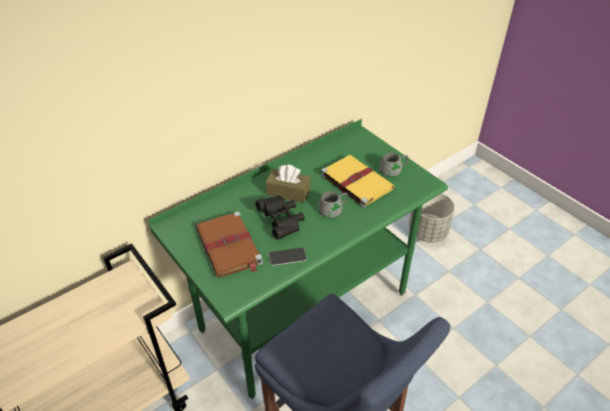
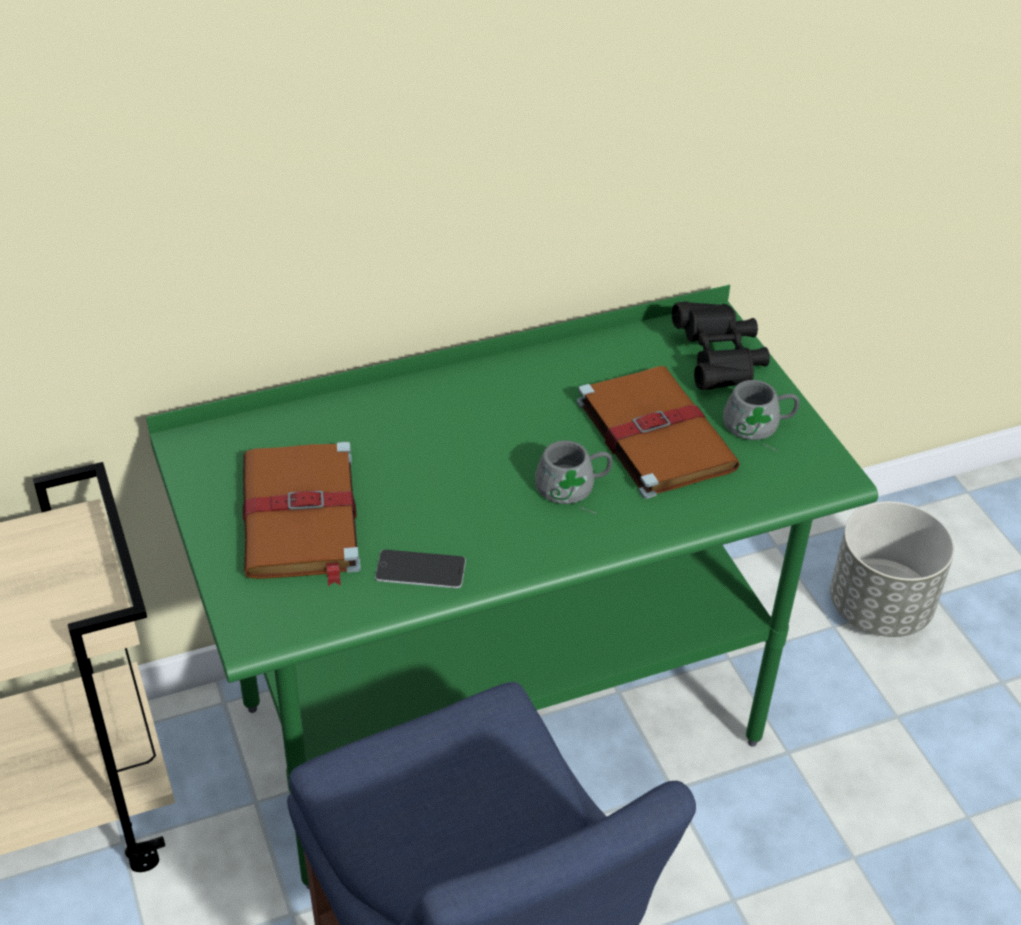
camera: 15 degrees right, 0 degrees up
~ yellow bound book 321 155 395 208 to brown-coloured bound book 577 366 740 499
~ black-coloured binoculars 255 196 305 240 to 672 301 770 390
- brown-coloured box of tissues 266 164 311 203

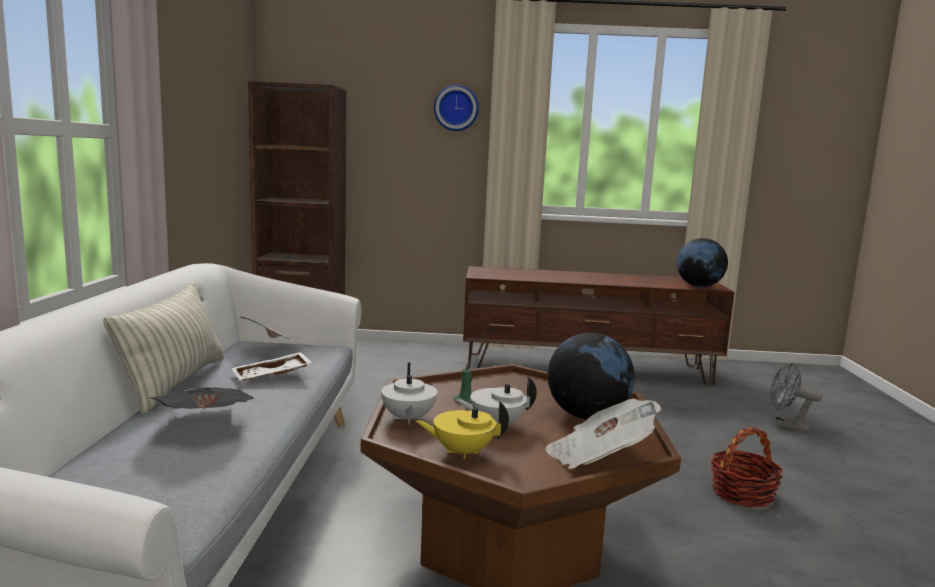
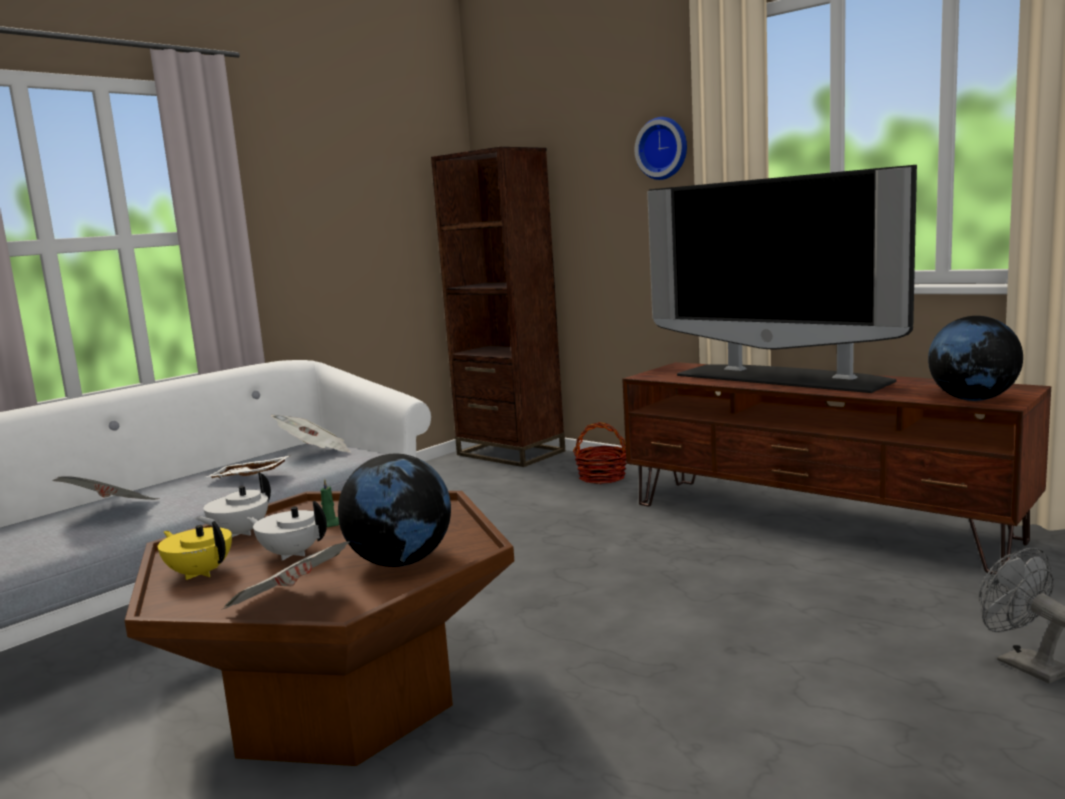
camera: 40 degrees right, 0 degrees up
~ basket 711 427 783 508 to 573 422 626 484
+ television 647 165 917 393
- throw pillow 104 282 224 416

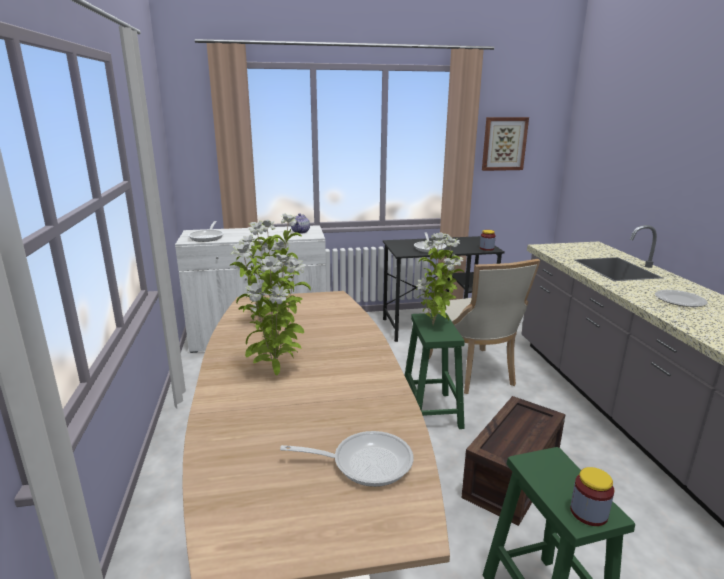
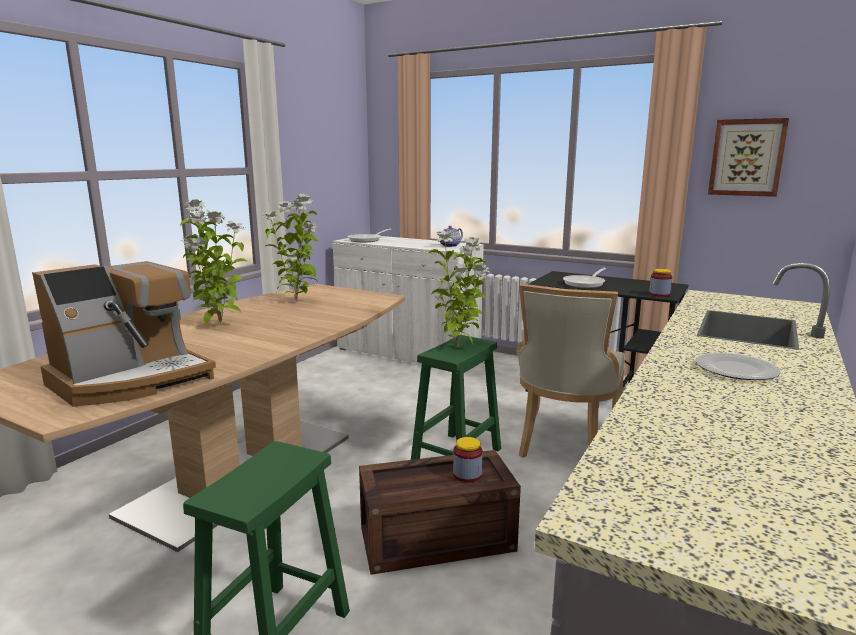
camera: 40 degrees right, 5 degrees down
~ skillet 280 431 413 487 to coffee brewer 32 261 216 407
~ jar 570 467 614 526 to 453 437 482 483

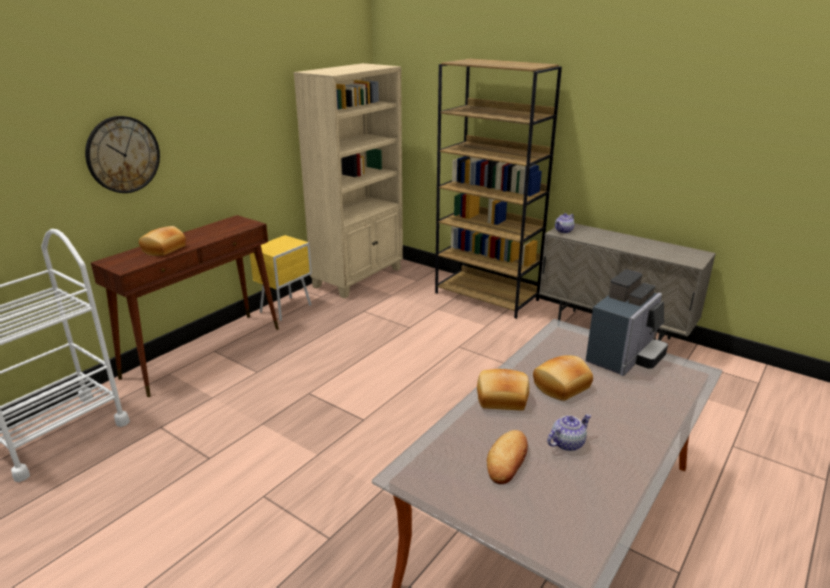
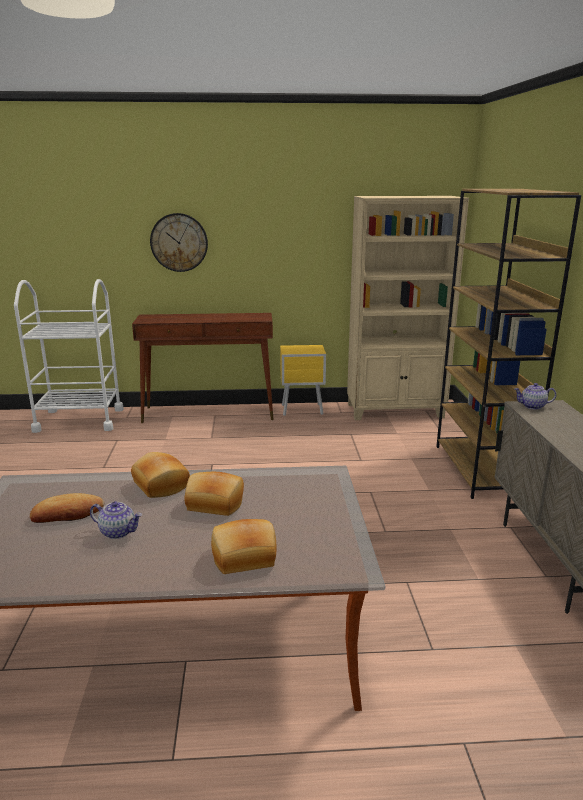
camera: 50 degrees right, 5 degrees down
~ bread 139 226 186 256 to 211 519 277 574
- coffee brewer 586 269 668 376

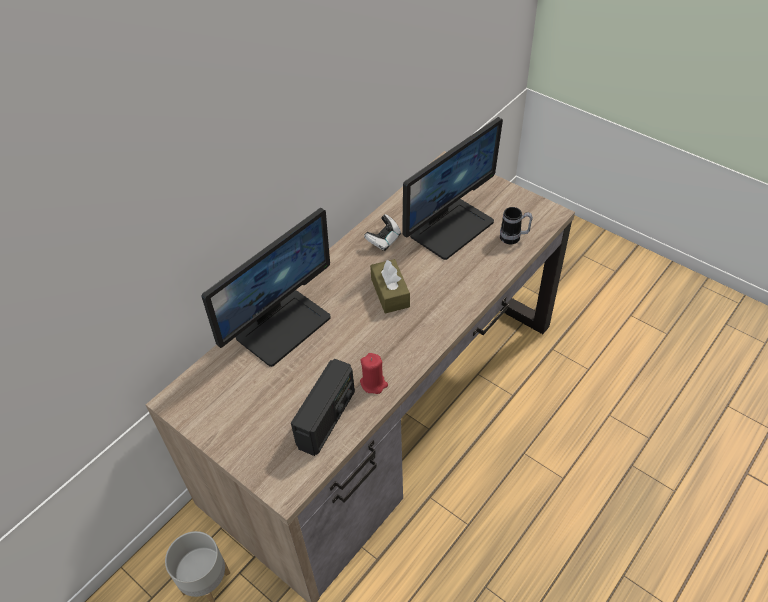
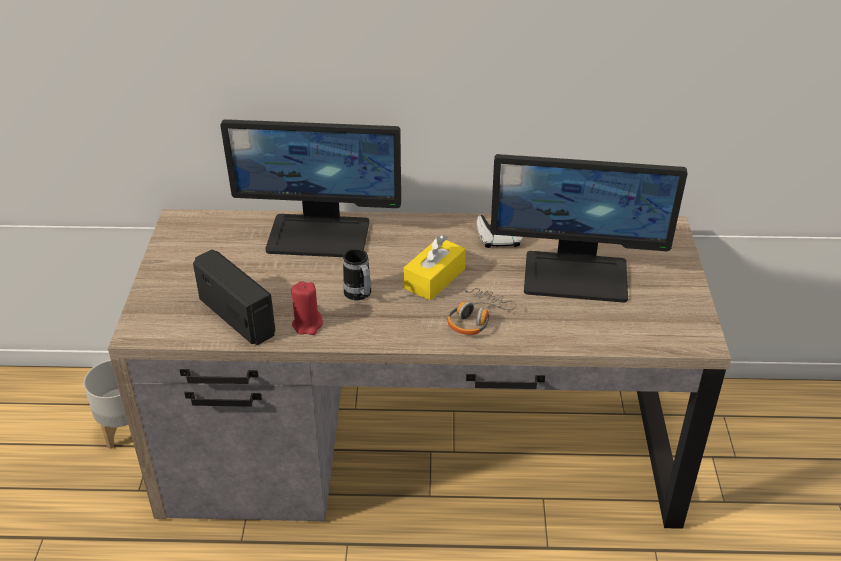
camera: 50 degrees right, 10 degrees down
~ radio receiver 291 359 355 456 = 193 249 275 345 120 degrees counterclockwise
~ mug 500 207 533 244 to 343 249 371 300
~ brown-coloured box of tissues 370 259 410 313 to yellow box of tissues 403 235 466 301
+ headset 447 288 516 335

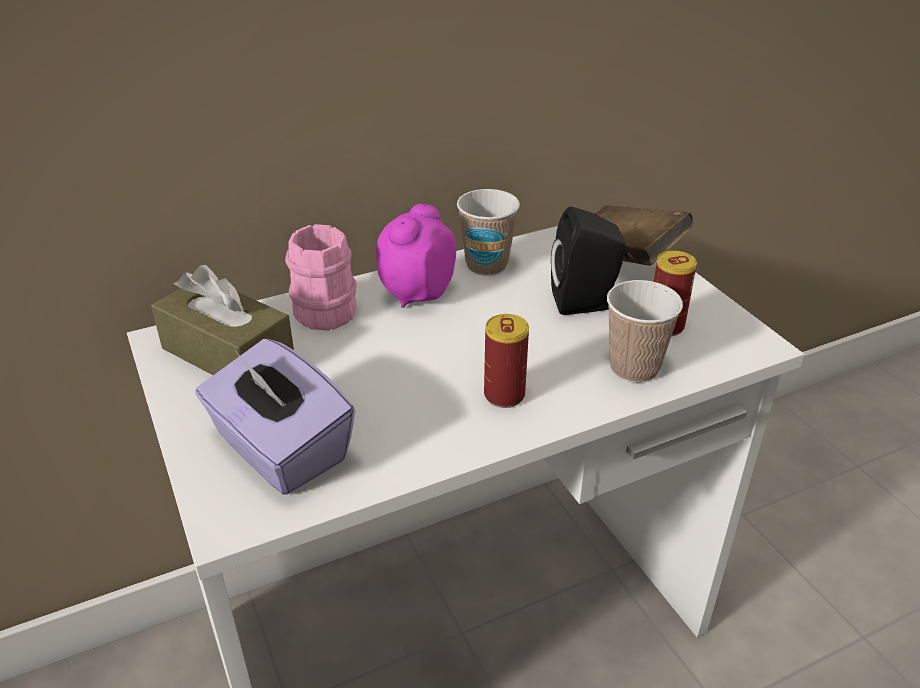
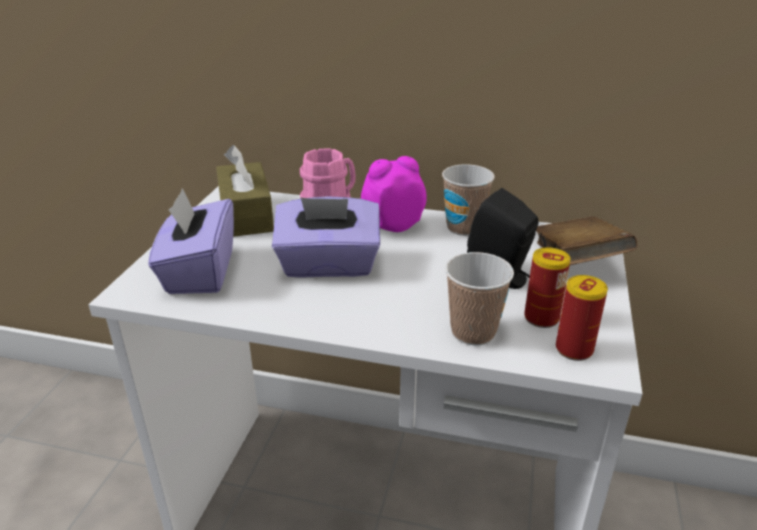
camera: 40 degrees right, 5 degrees down
+ purple-coloured box of tissues 272 196 380 278
~ sealed can 484 314 529 408 to 556 275 608 361

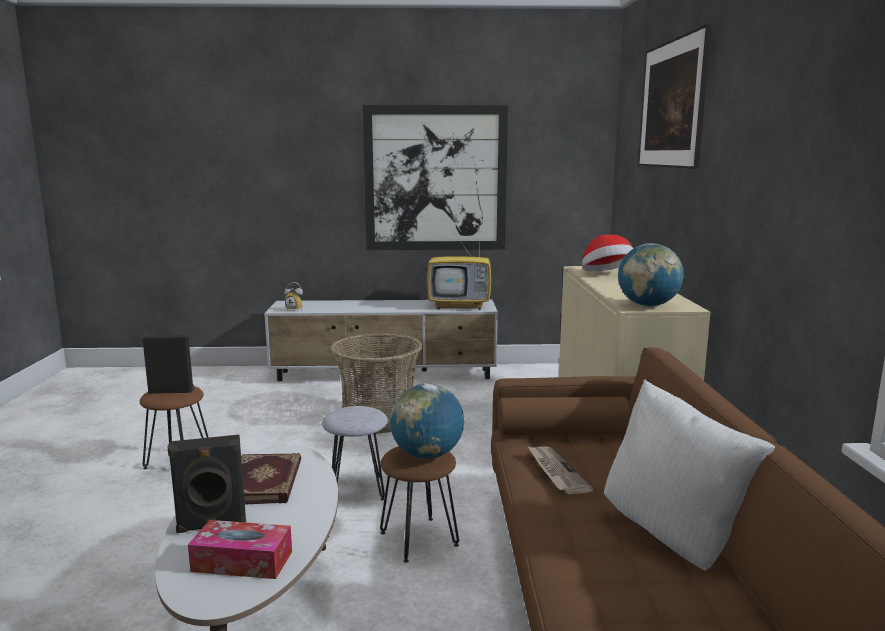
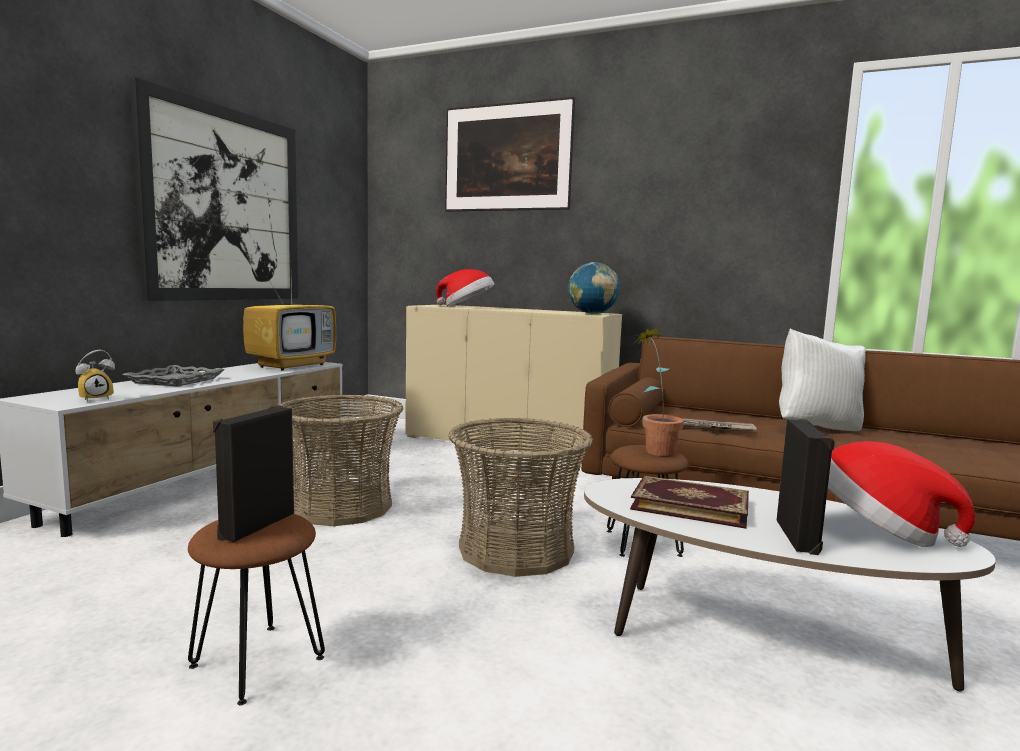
camera: 65 degrees left, 5 degrees down
+ grey tray 122 365 225 387
~ grey stool seat 322 406 388 501 to basket 448 417 593 577
~ desk globe 390 383 464 459 to houseplant 633 326 684 456
~ box of tissues 188 520 292 579 to hat 828 441 975 547

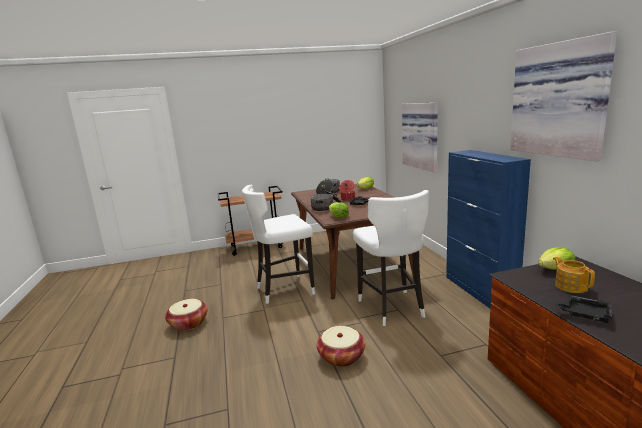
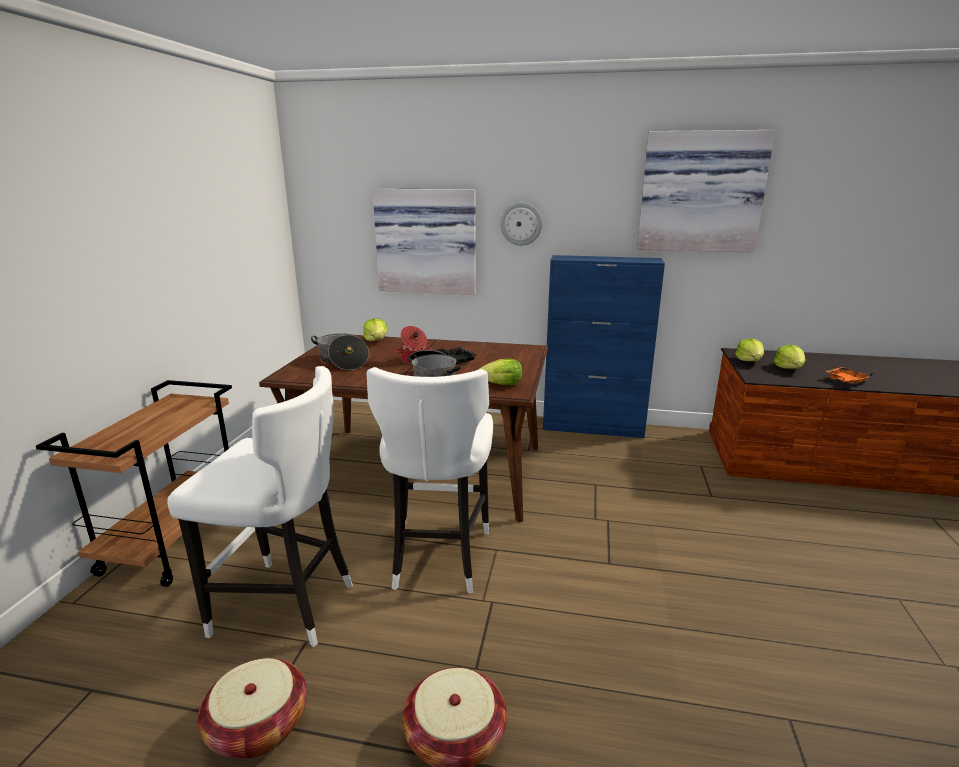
camera: 65 degrees left, 5 degrees up
~ whitish stool seat 353 190 429 326 to 168 366 352 647
~ basket 316 326 365 367 to 198 658 307 759
+ clock on the wall 500 202 542 246
~ tea pot 553 257 595 293 to lettuce 774 345 806 369
~ black-coloured tray 555 295 612 323 to orange-coloured tray 826 367 873 384

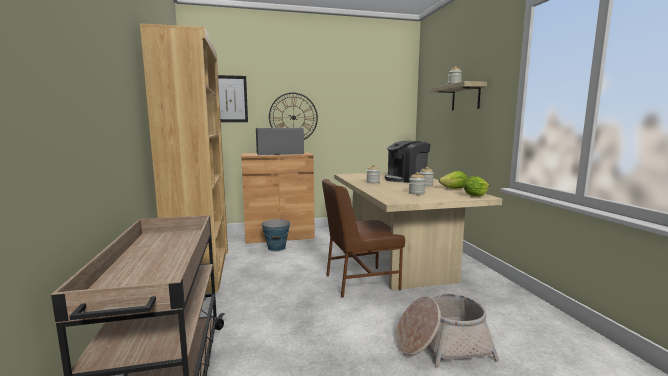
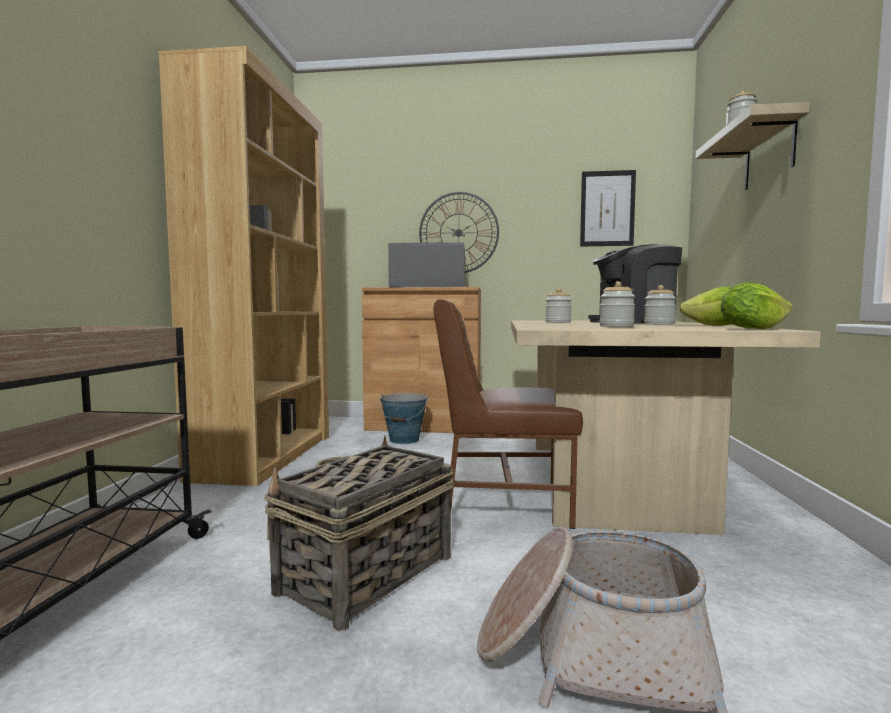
camera: 20 degrees right, 5 degrees down
+ basket 264 435 454 631
~ wall art 218 75 248 122 to 580 170 636 246

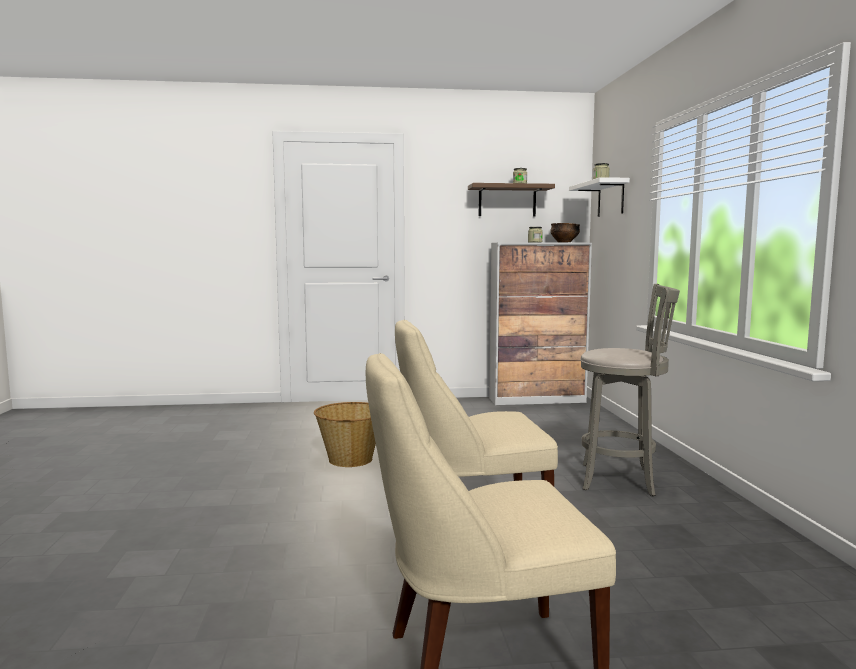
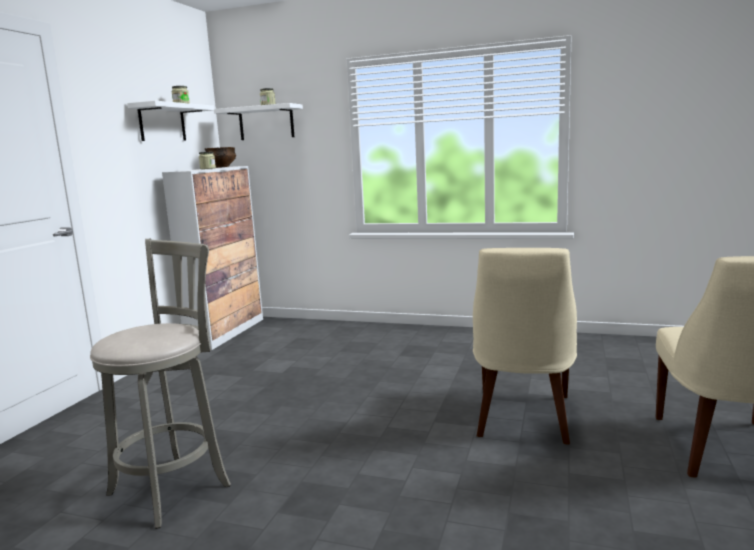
camera: 65 degrees left, 5 degrees up
~ grey stool seat 580 284 680 496 to 90 238 231 529
~ brown-coloured wall shelf 468 183 555 216 to whitish wall shelf 127 101 214 141
- basket 314 402 376 467

